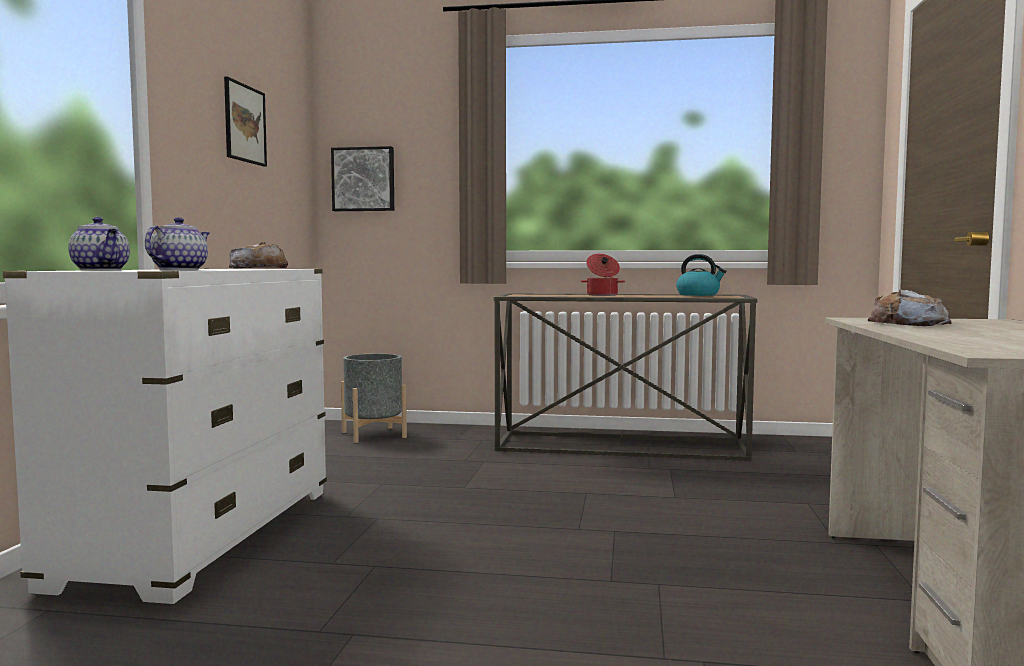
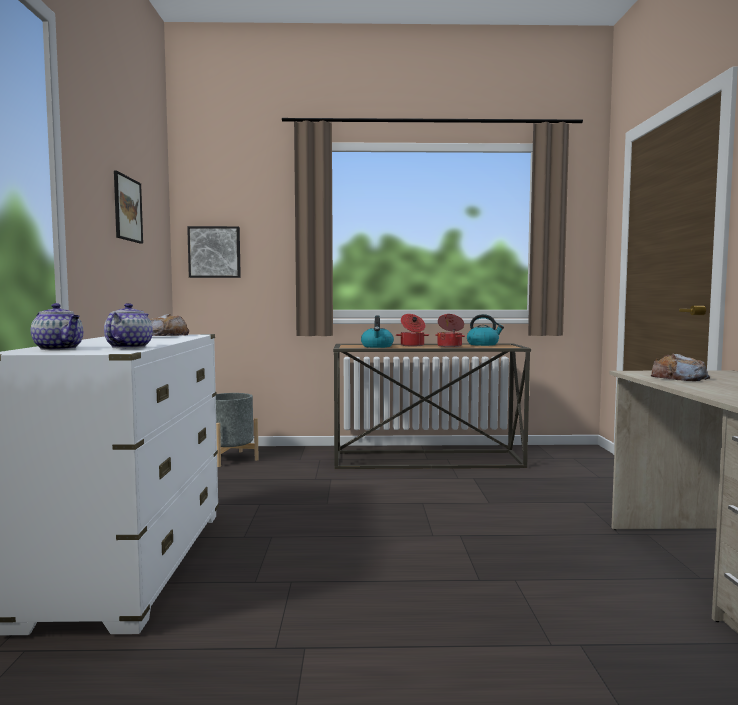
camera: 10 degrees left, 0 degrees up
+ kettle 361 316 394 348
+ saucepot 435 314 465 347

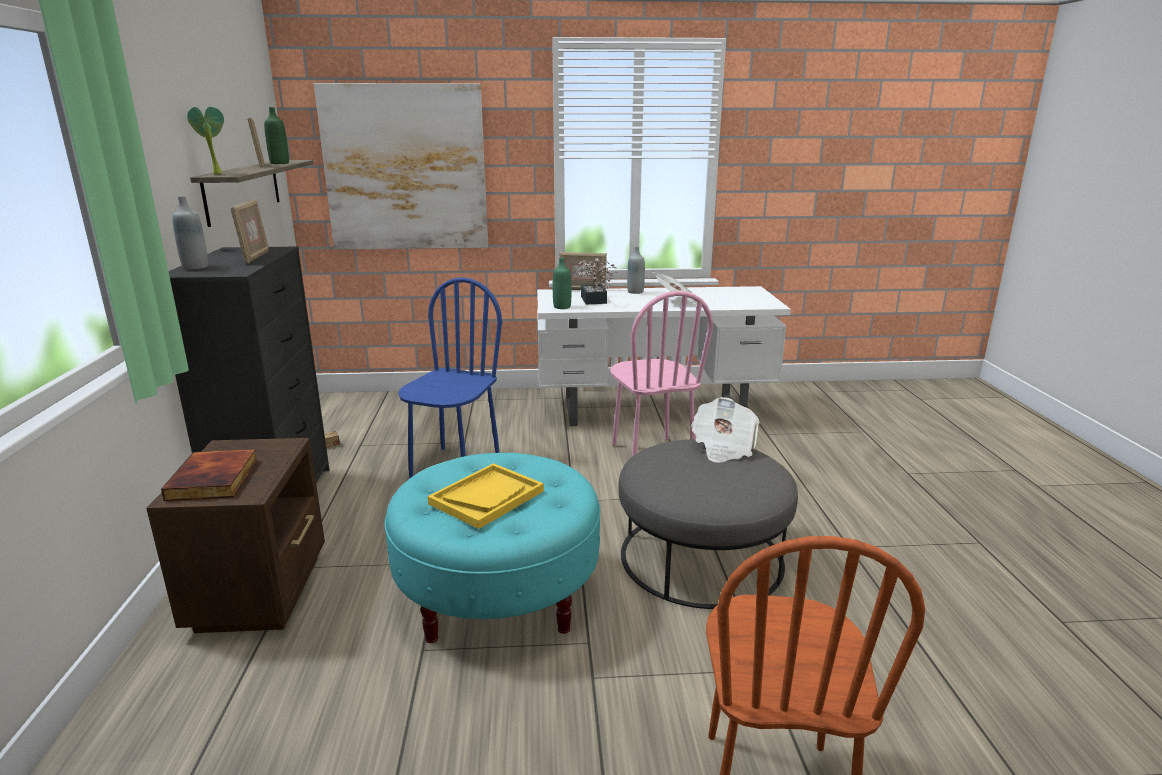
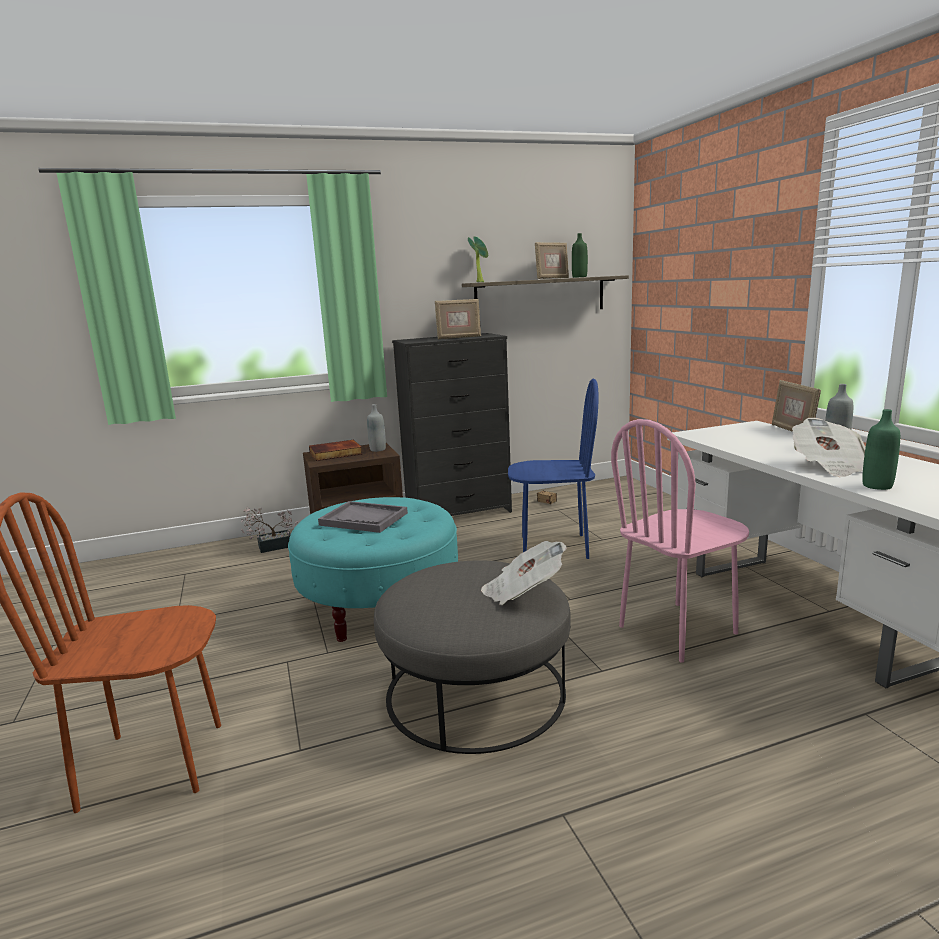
camera: 75 degrees right, 5 degrees down
~ houseplant 576 258 617 304 to 241 507 298 553
~ yellow tray 427 463 544 529 to grey tray 318 501 408 533
~ grey beverage bottle 172 196 208 270 to 367 404 386 452
~ green-coloured beverage bottle 553 258 571 309 to 862 409 900 490
- wall art 314 83 488 250

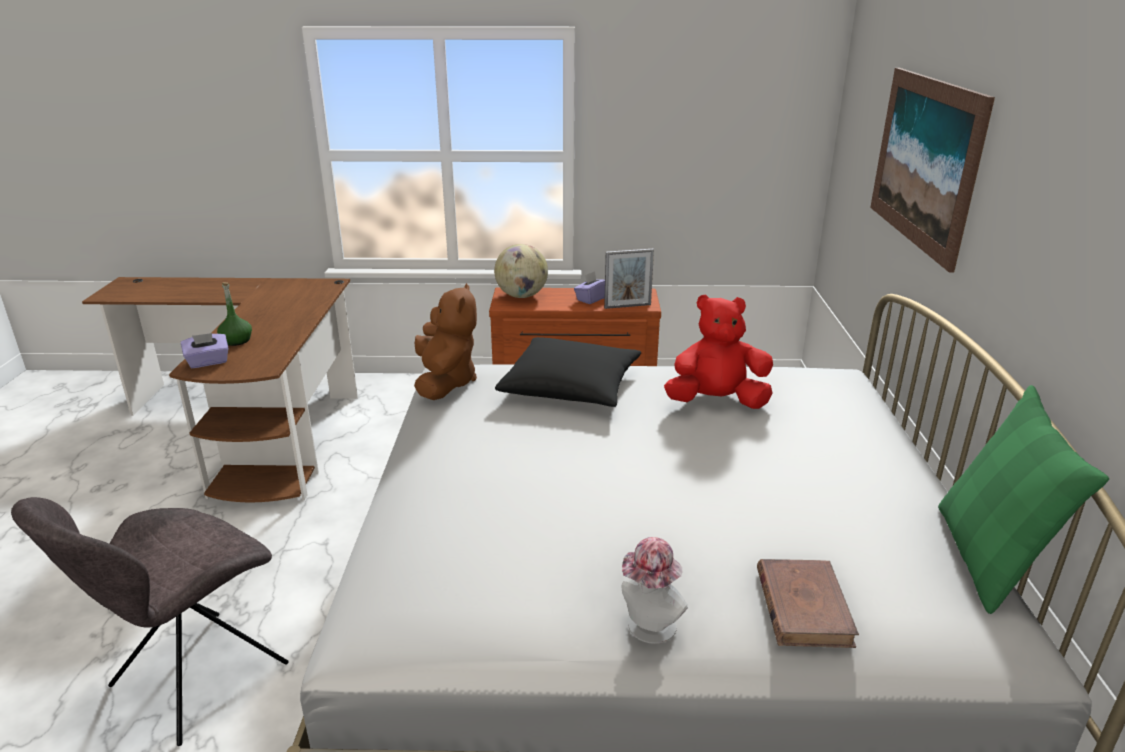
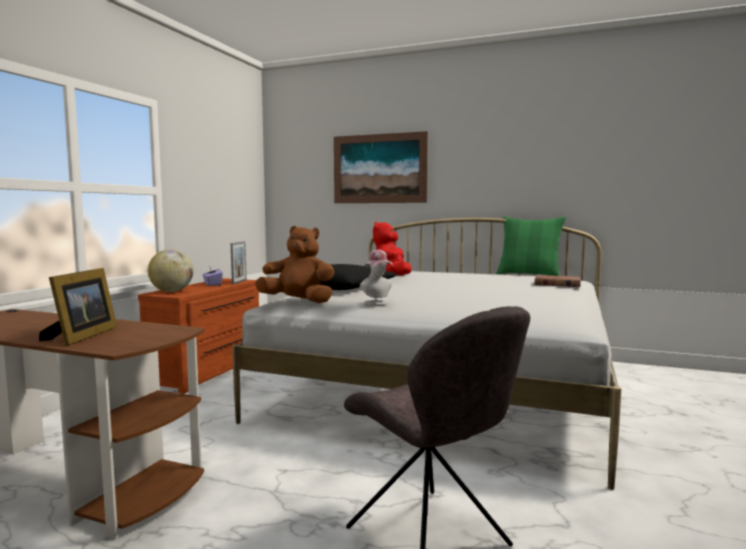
camera: 70 degrees left, 20 degrees down
~ green-coloured beverage bottle 217 282 252 346 to photo frame 39 268 117 346
~ hat 621 537 688 644 to 360 250 392 305
- purple-coloured box of tissues 181 333 229 368

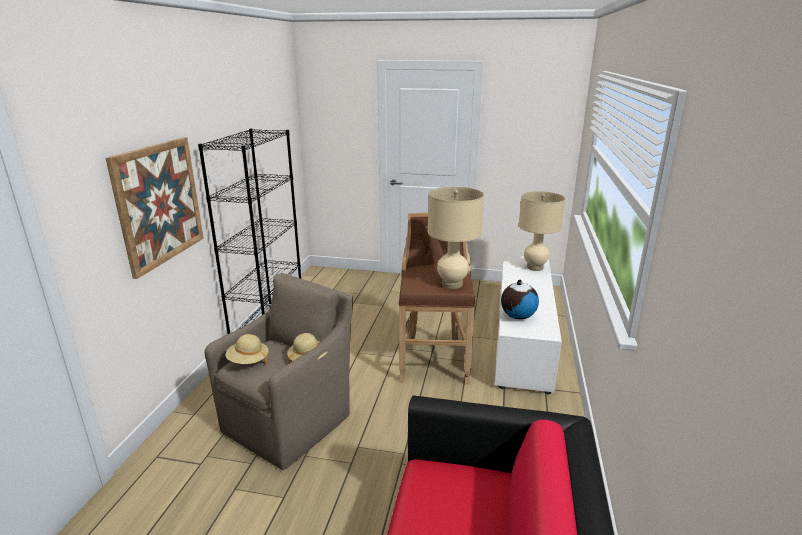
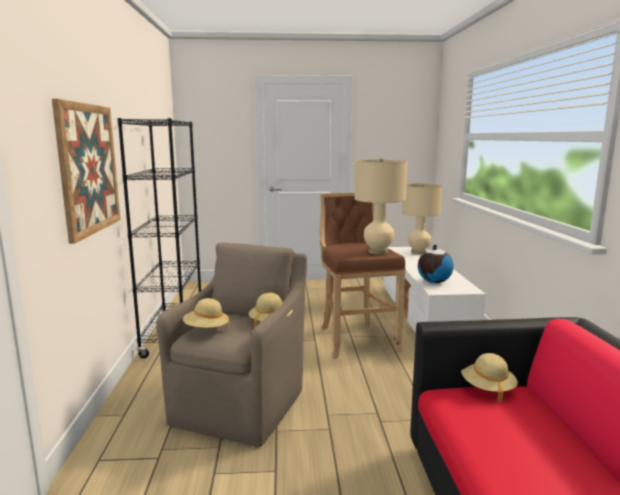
camera: 15 degrees left, 10 degrees down
+ beige hat 461 353 518 403

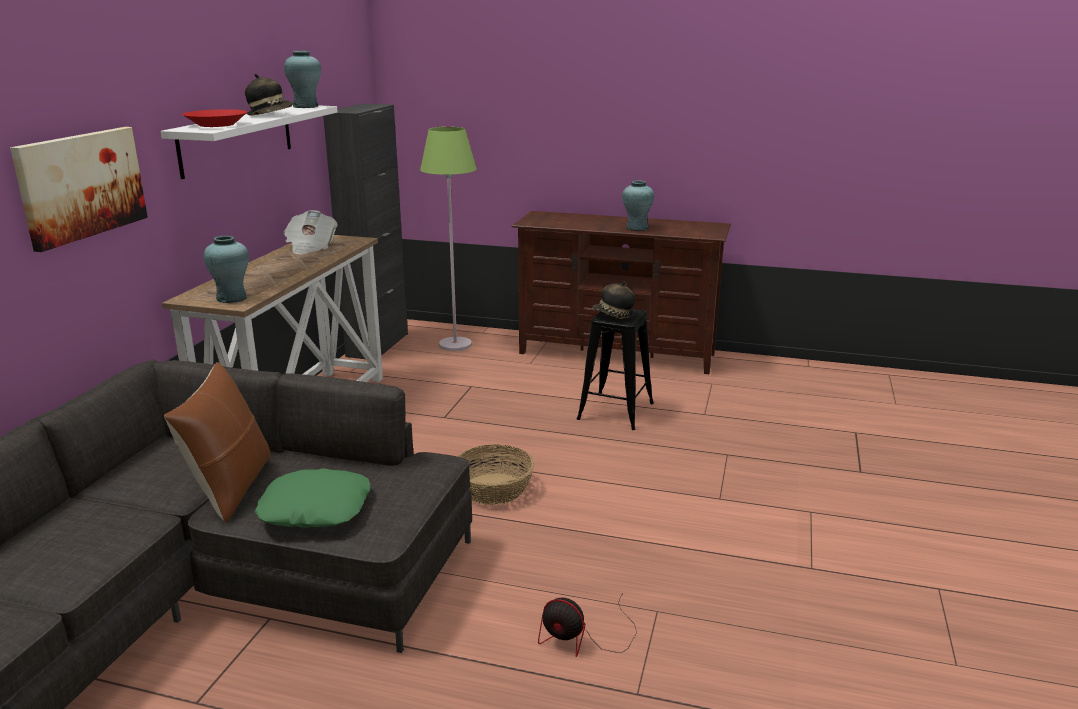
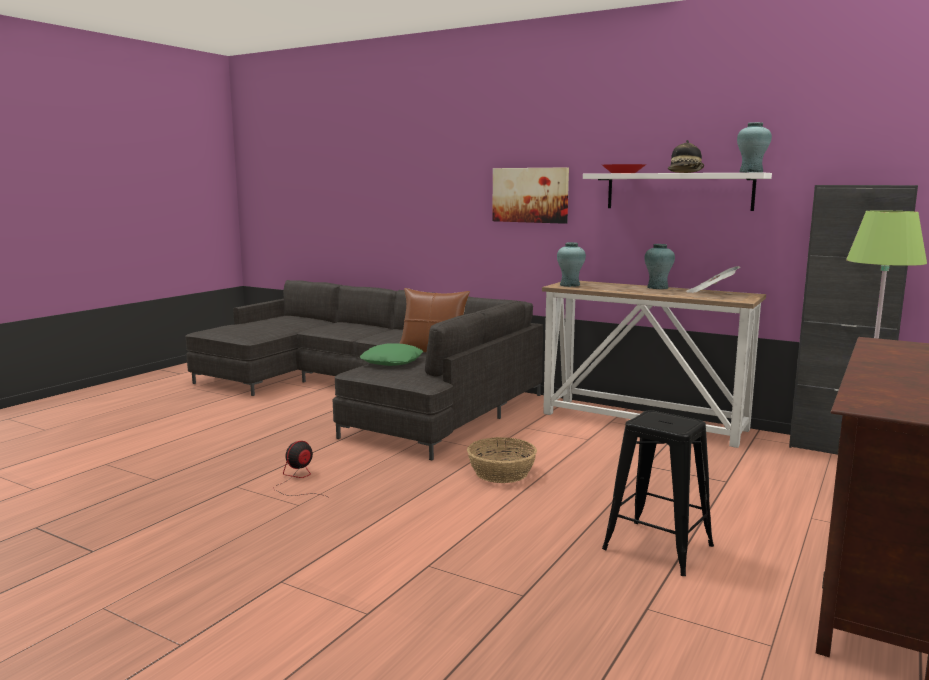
camera: 105 degrees right, 10 degrees down
~ turquoise-coloured decorative vase 622 180 654 231 to 644 244 675 289
- hat 592 281 635 319

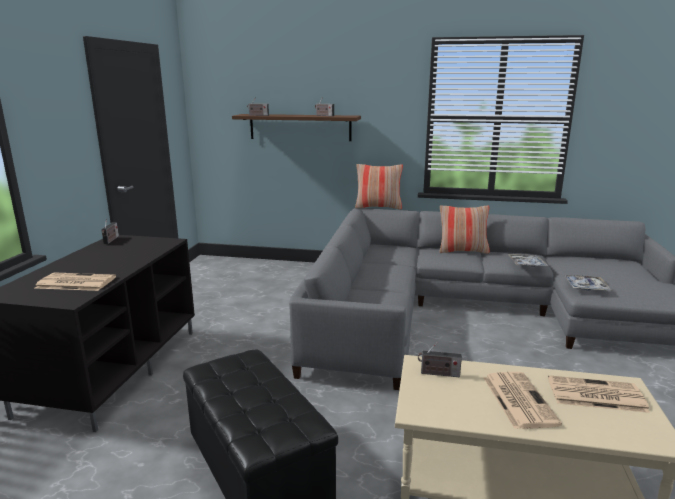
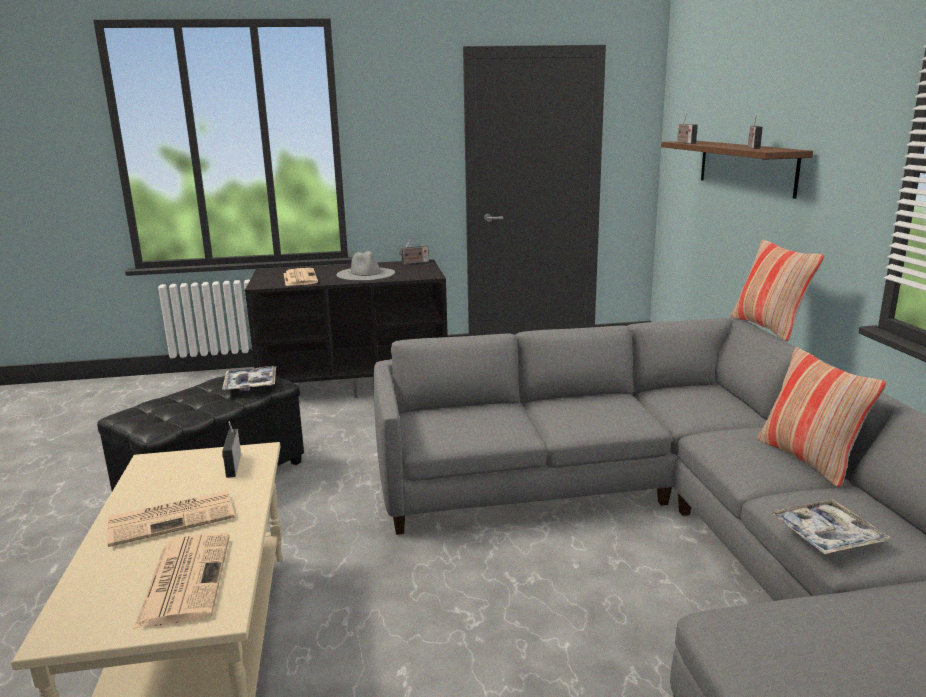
camera: 70 degrees right, 0 degrees up
~ tray 564 275 612 291 to 222 366 276 392
+ grey hat 336 251 395 281

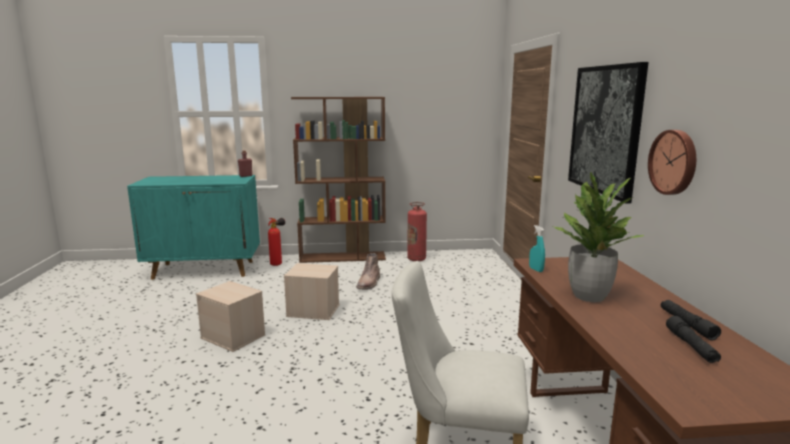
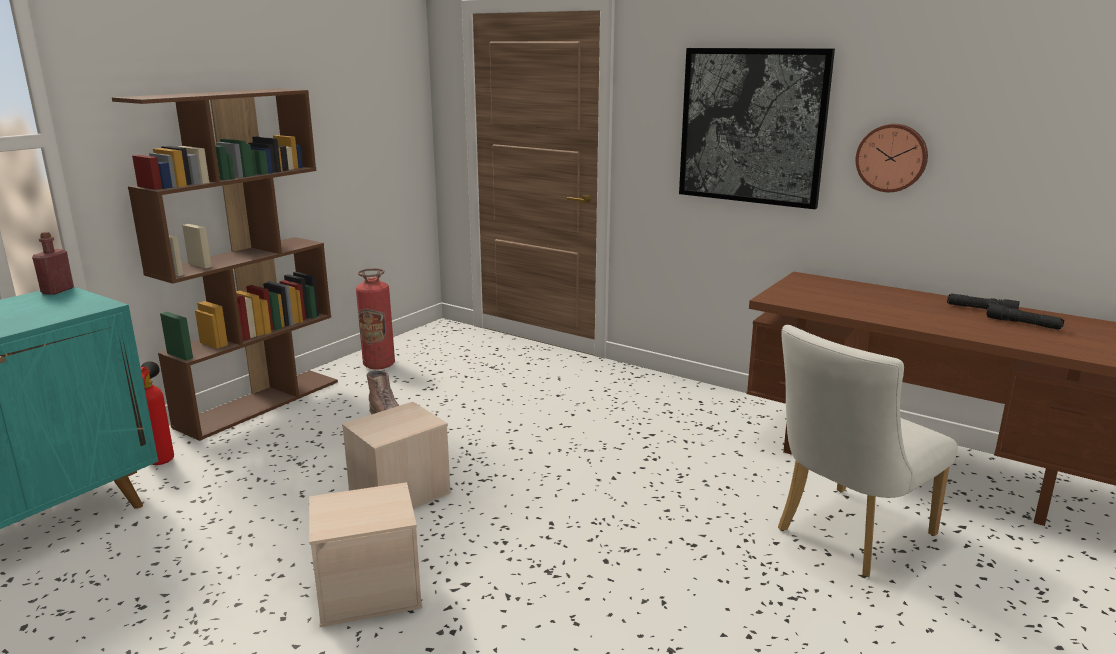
camera: 50 degrees left, 5 degrees up
- turquoise-coloured hand sprayer 529 225 545 272
- houseplant 553 172 644 302

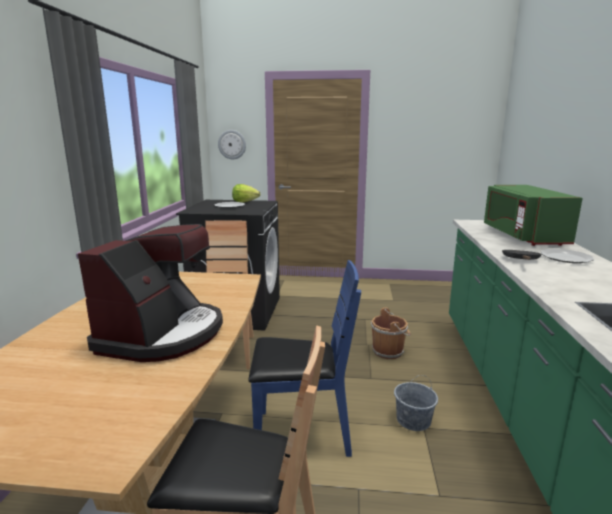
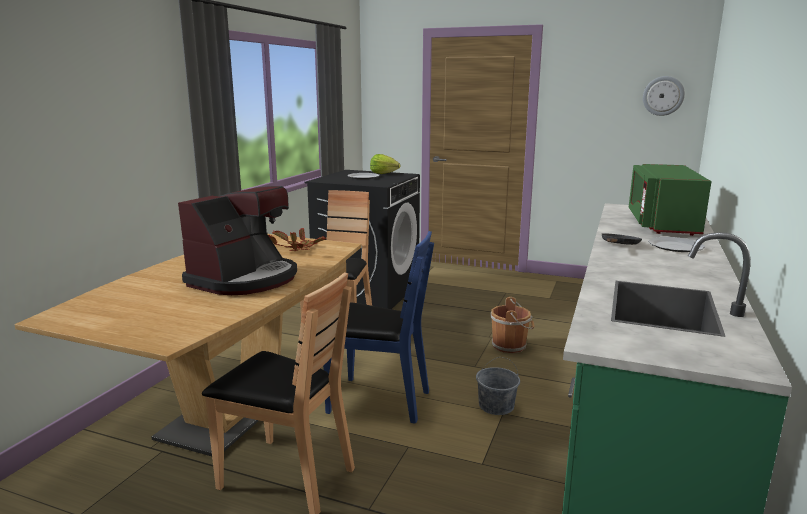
camera: 15 degrees right, 0 degrees up
+ houseplant 268 228 326 251
~ clock on the wall 218 130 246 159 to 643 76 685 116

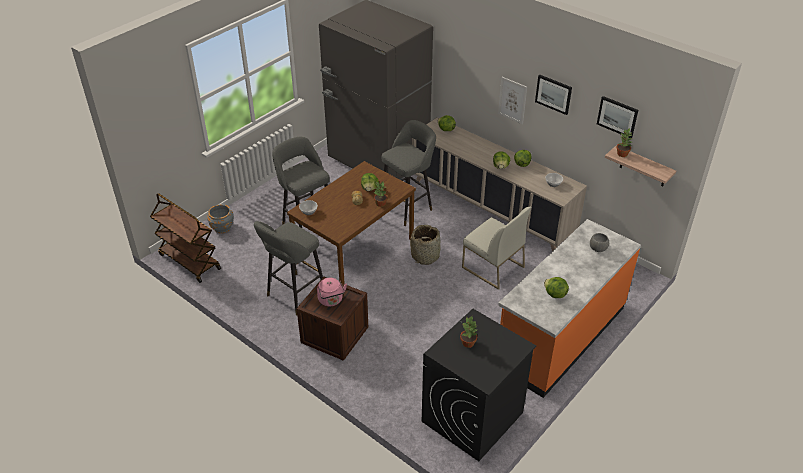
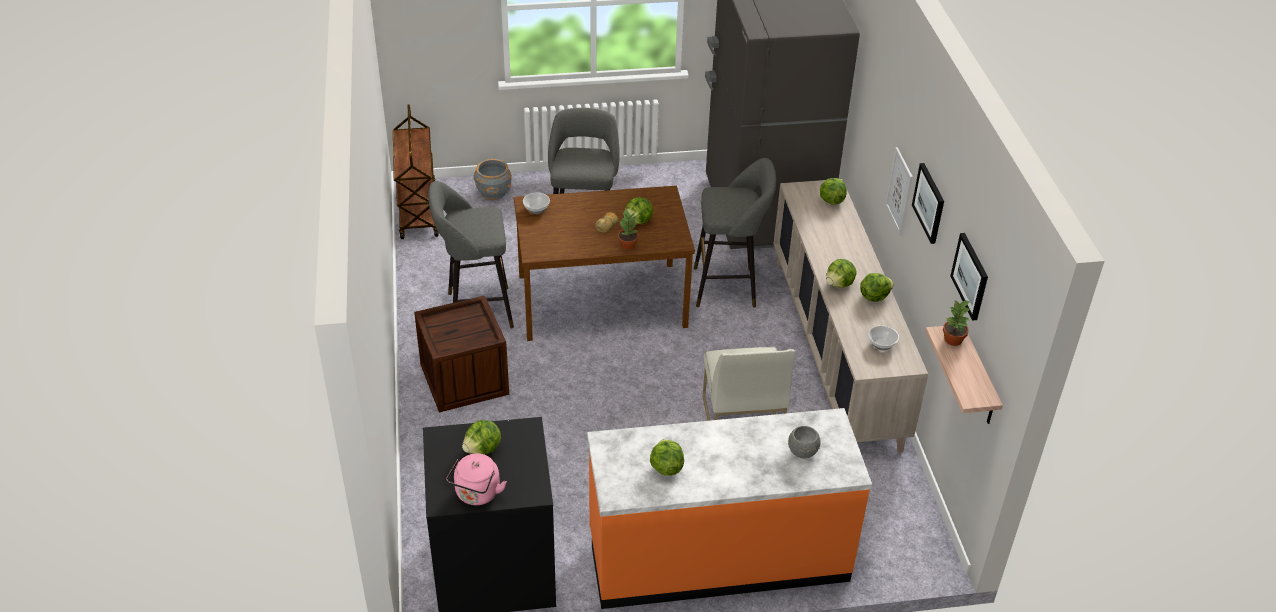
camera: 40 degrees right, 0 degrees up
~ pink kettle 317 278 347 306 to 446 454 507 505
~ houseplant 460 316 477 348 to lettuce 462 420 501 455
- basket 410 225 440 265

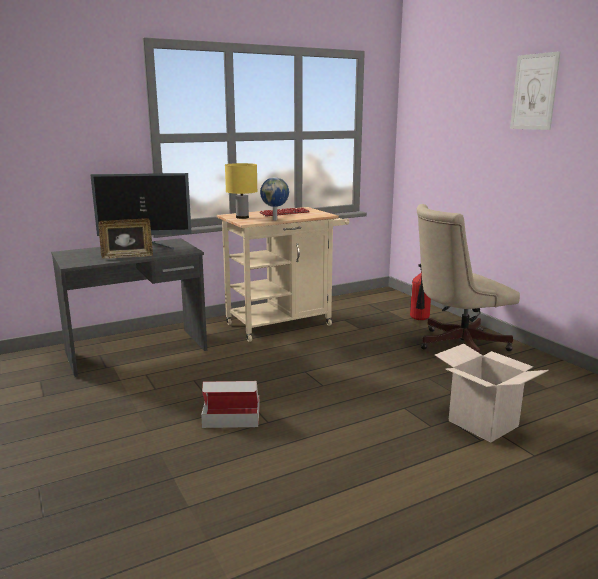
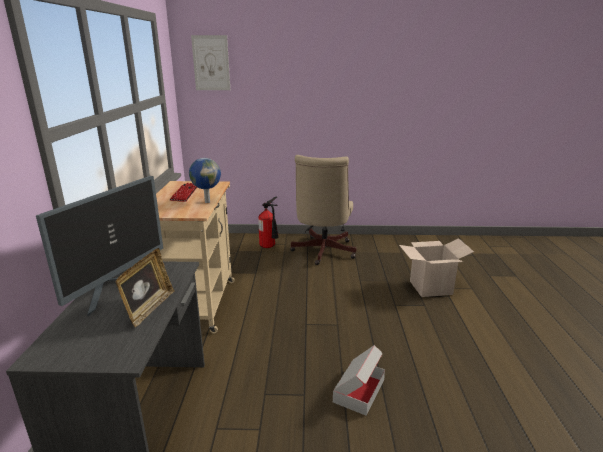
camera: 60 degrees left, 5 degrees up
~ wall art 510 51 561 130 to 191 35 230 90
- yellow tabletop lamp 225 163 258 219

